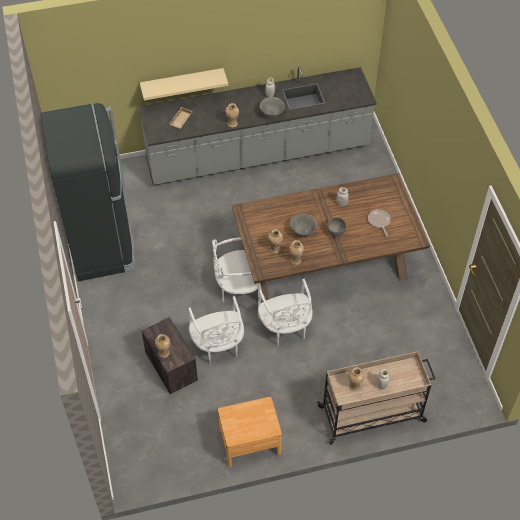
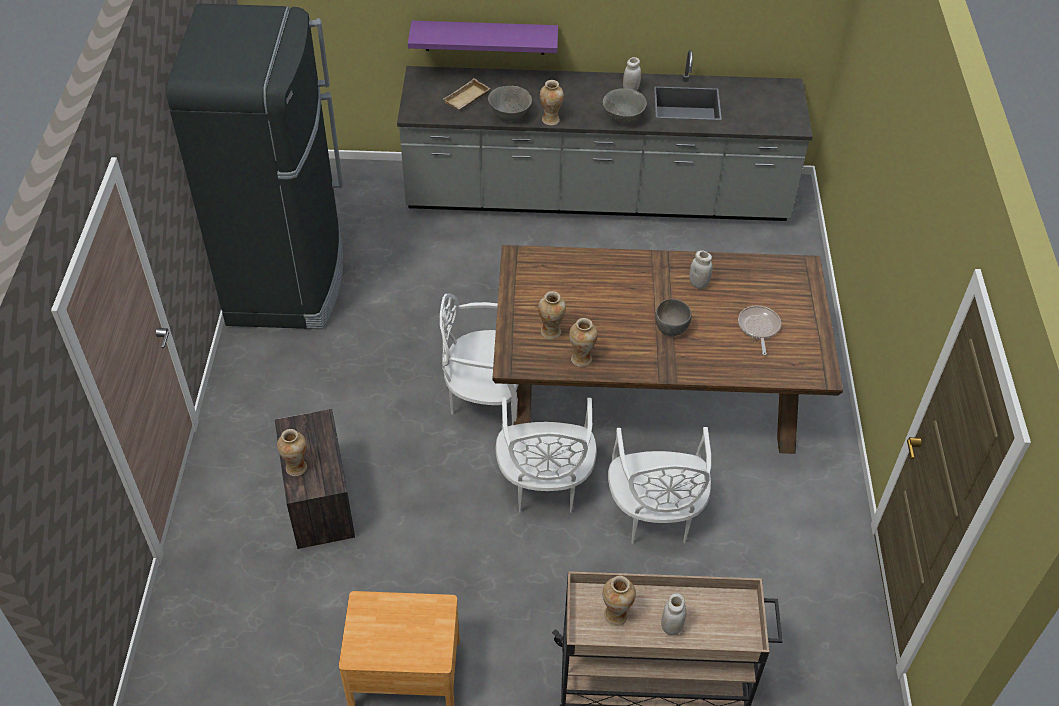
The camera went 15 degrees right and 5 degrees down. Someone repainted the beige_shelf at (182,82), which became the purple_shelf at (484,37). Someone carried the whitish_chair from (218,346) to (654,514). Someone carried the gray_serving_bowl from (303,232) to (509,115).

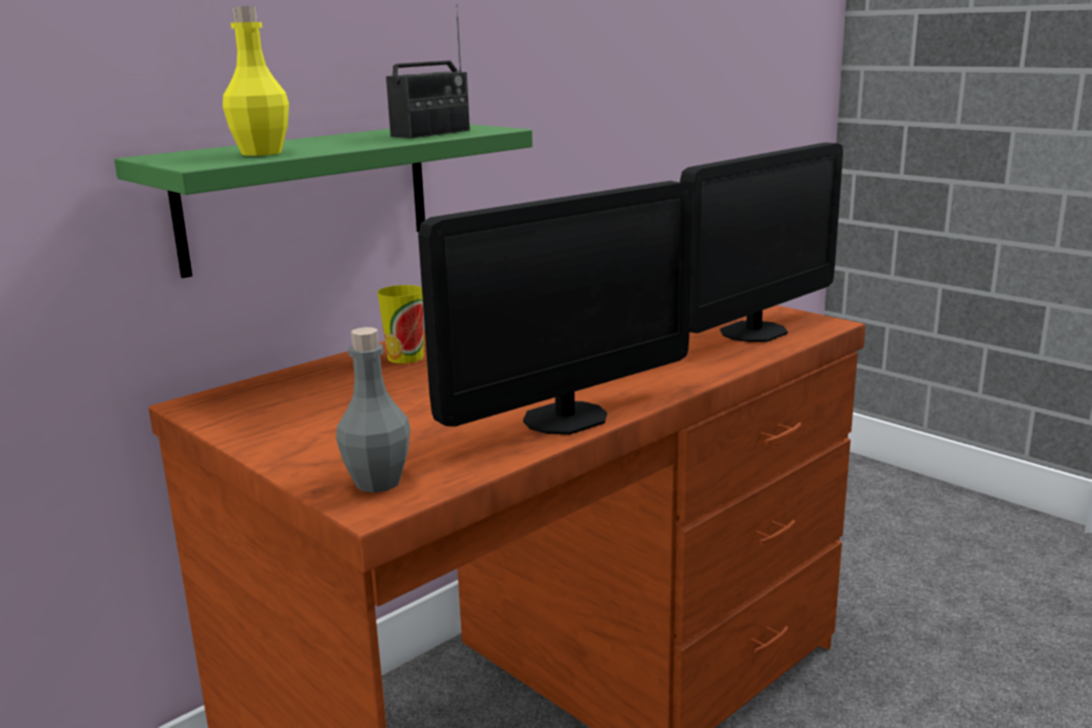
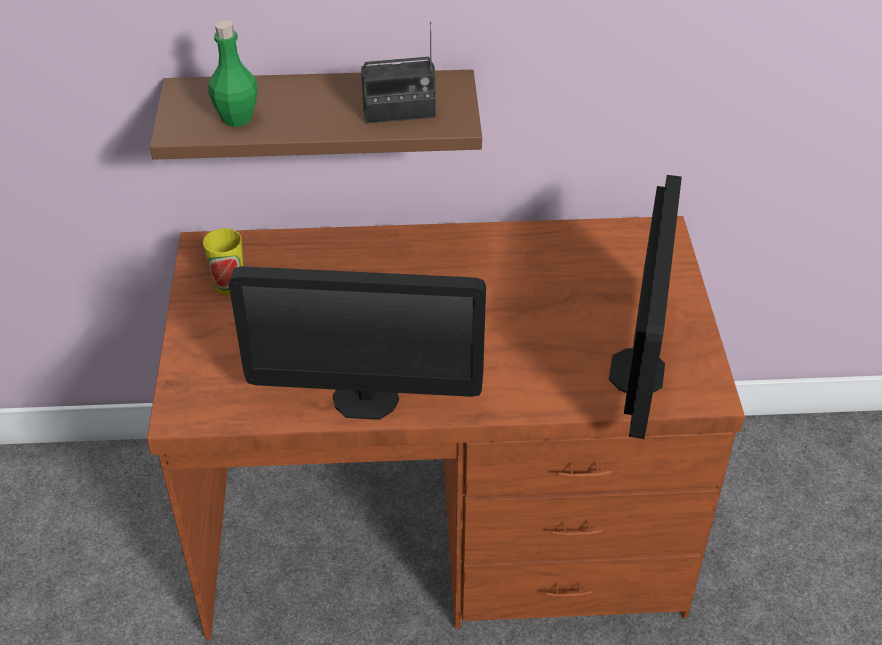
The camera went 40 degrees right and 25 degrees up. Someone repainted the green_shelf at (307,196), which became the brownish_shelf at (322,113). Someone repainted the yellow_bottle at (261,153), which became the green_bottle at (237,118). Someone took away the gray_bottle at (378,482). Someone carried the small_cup from (405,357) to (229,284). Someone rotated the computer_screen at (753,332) by 75 degrees counterclockwise.

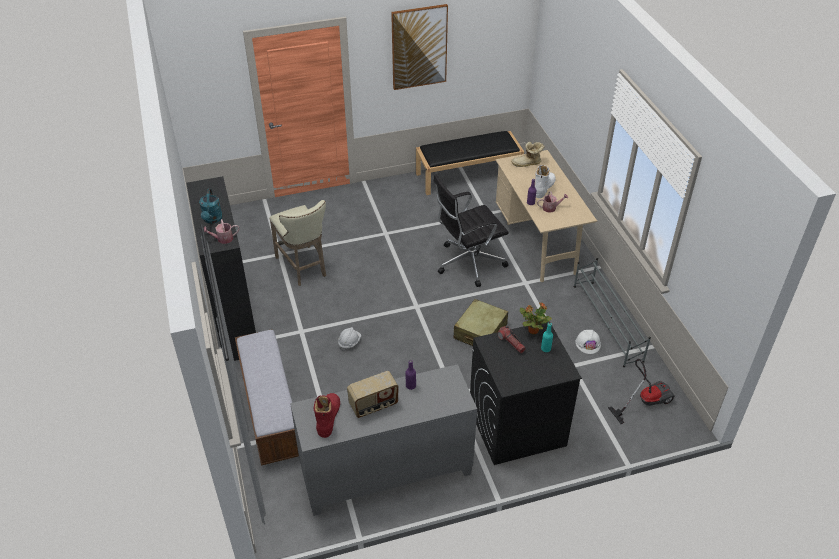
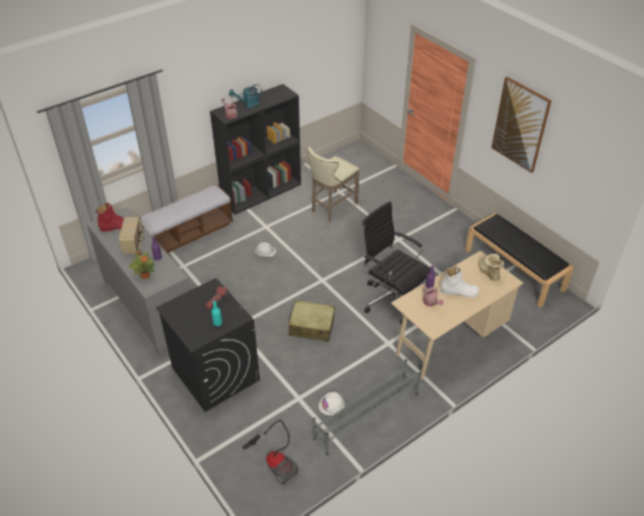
The camera went 70 degrees right and 0 degrees up. Someone rotated the radio_receiver at (373,405) by 135 degrees counterclockwise. Someone carried the plant_in_a_pot from (533,330) to (145,275).

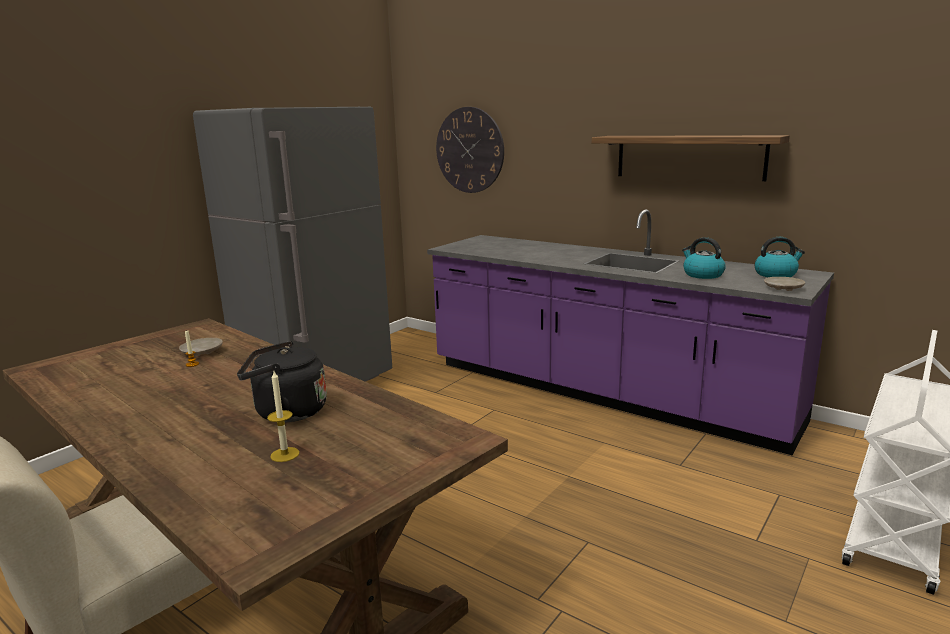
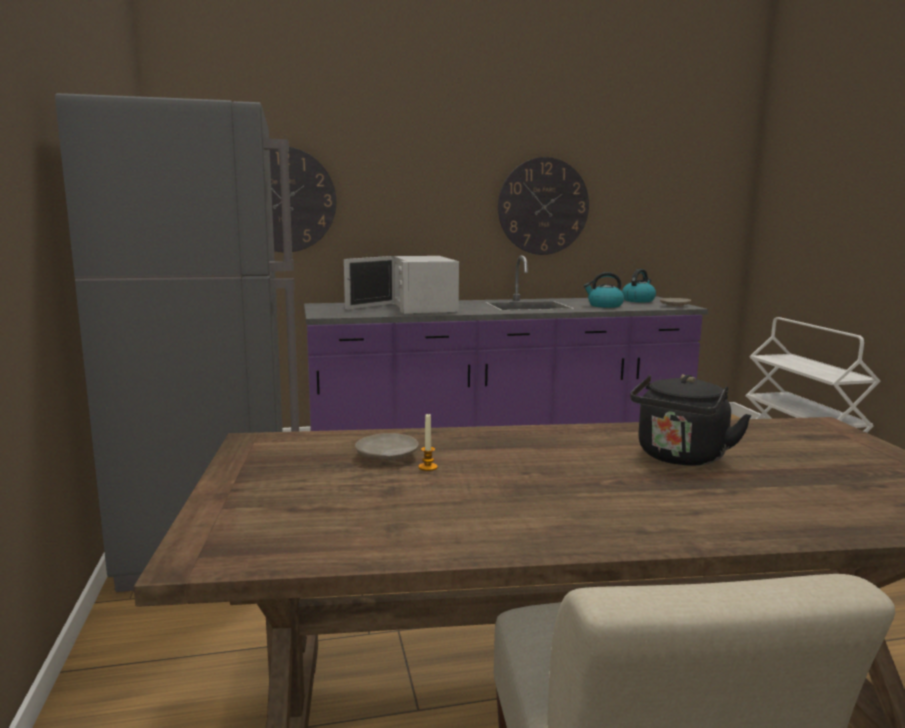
The camera went 50 degrees left and 5 degrees down. Someone took away the candle at (285,454). Someone swapped the shelf at (689,157) for the wall_clock at (543,206). Someone put down the whitish_microwave at (418,308).

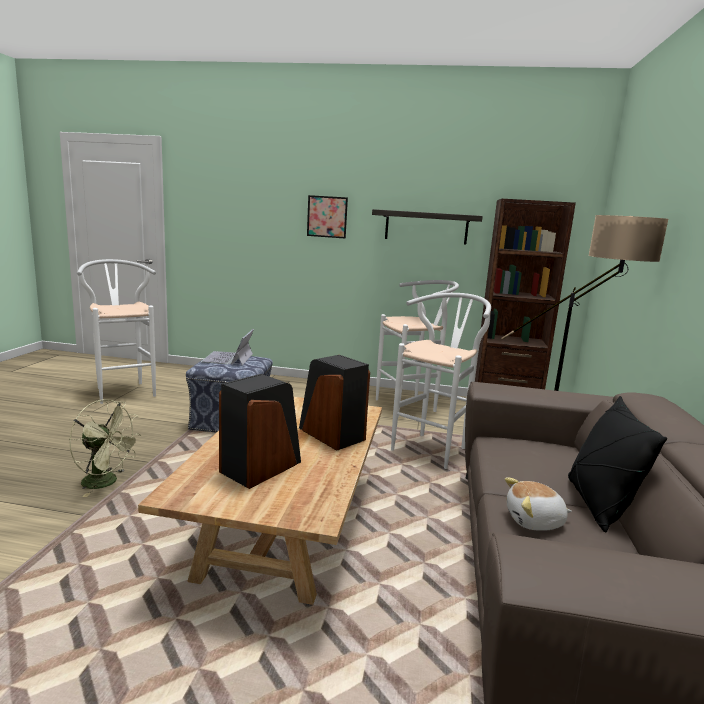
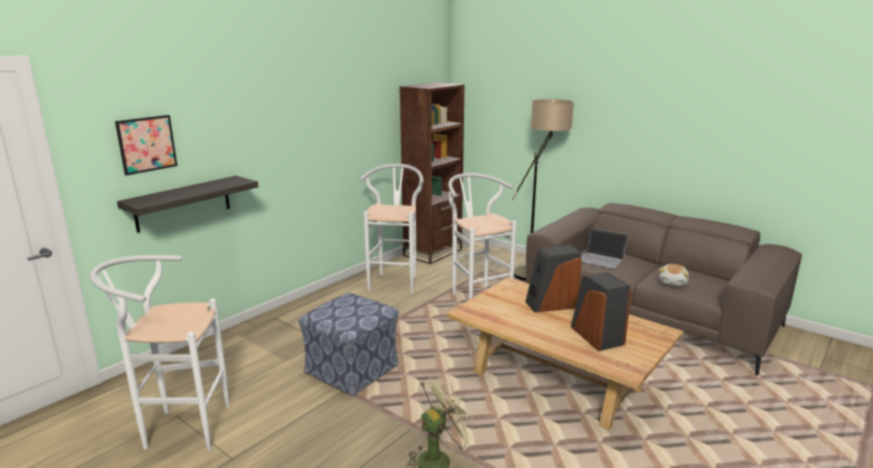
The camera went 60 degrees left and 5 degrees up. Someone carried the laptop from (228,358) to (602,258). Someone carried the picture from (327,216) to (147,144). Someone carried the shelf from (426,227) to (183,203). Someone took away the black_pillow at (598,505).

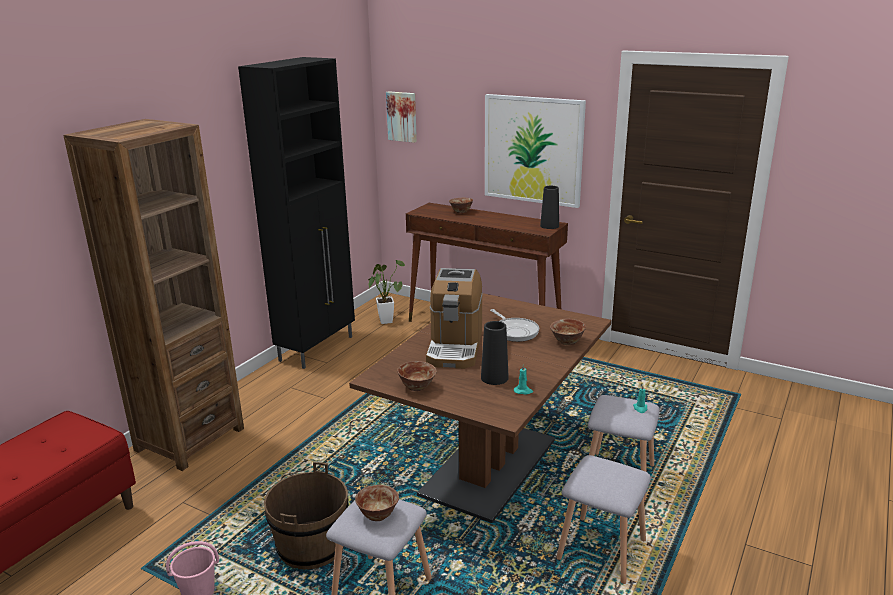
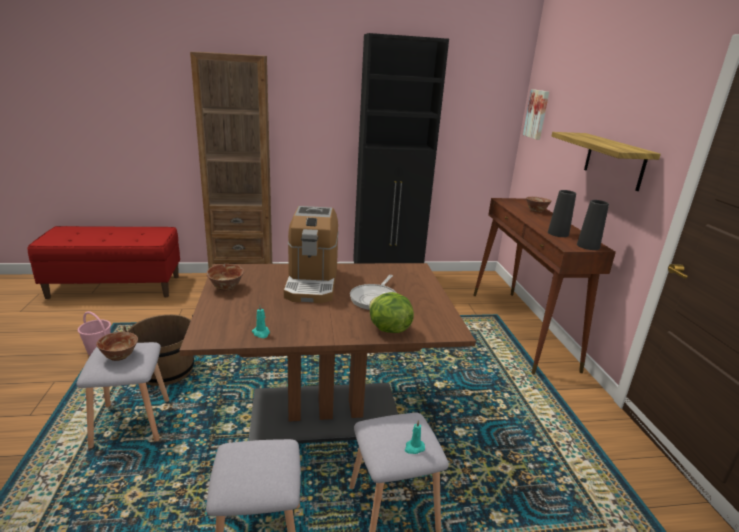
The camera went 50 degrees right and 0 degrees up. Someone took away the plant_in_a_pot at (385,319). Someone rotated the coffee_maker at (455,347) by 60 degrees counterclockwise. Someone carried the black_vase from (494,378) to (558,233). Someone swapped the picture at (533,150) for the shelf at (614,161). Someone swapped the serving_bowl at (567,342) for the lettuce at (388,329).

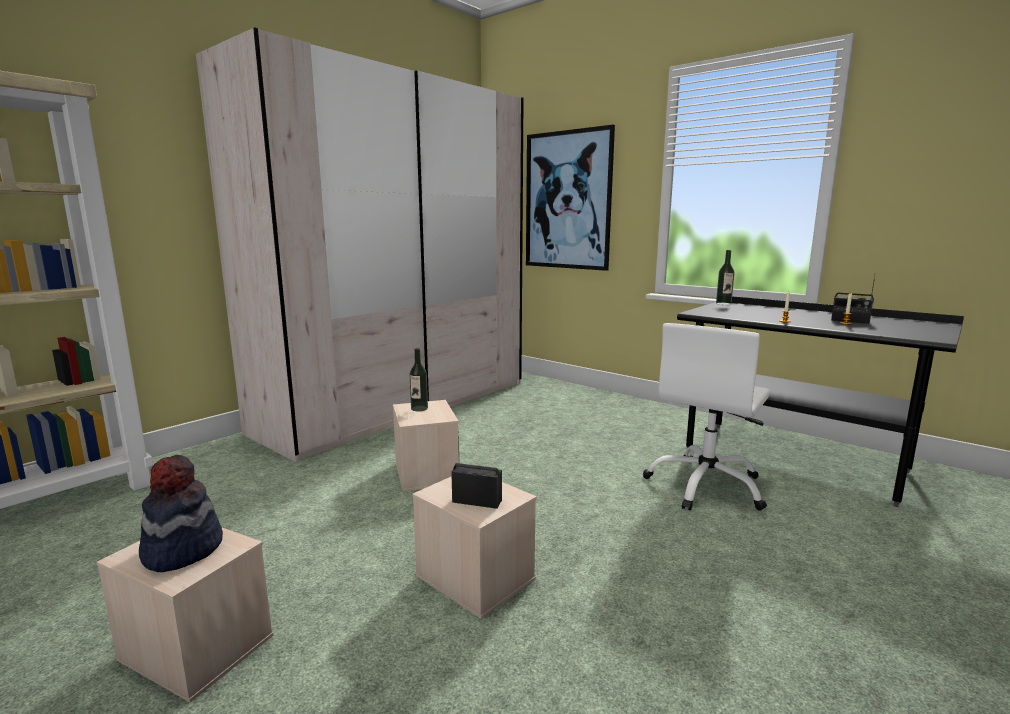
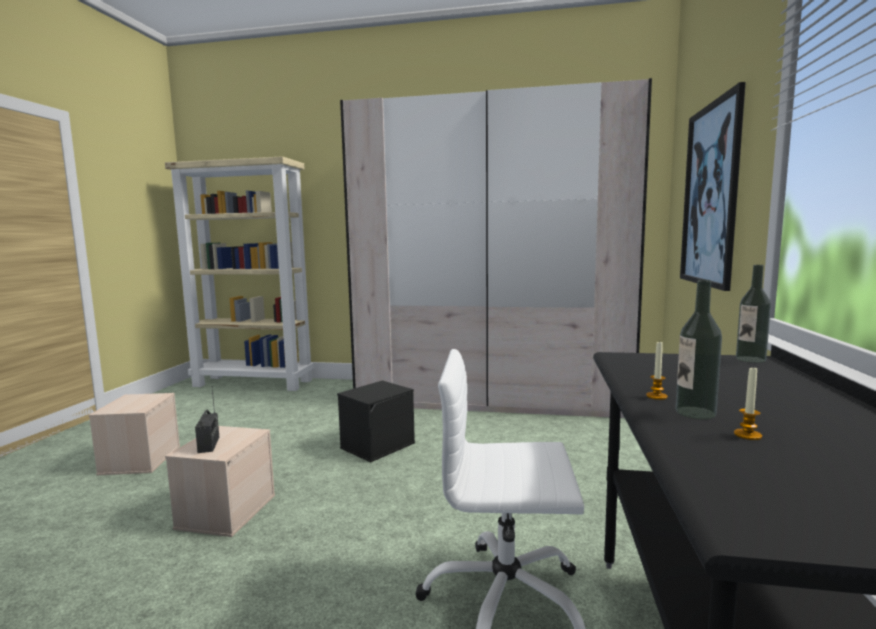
The camera went 60 degrees right and 5 degrees down. Someone took away the clothing_hat at (182,550). Someone repainted the beige_storage_bin at (425,472), which became the black_storage_bin at (377,445). Someone carried the bottle from (419,408) to (695,413). Someone took away the radio_receiver at (850,321).

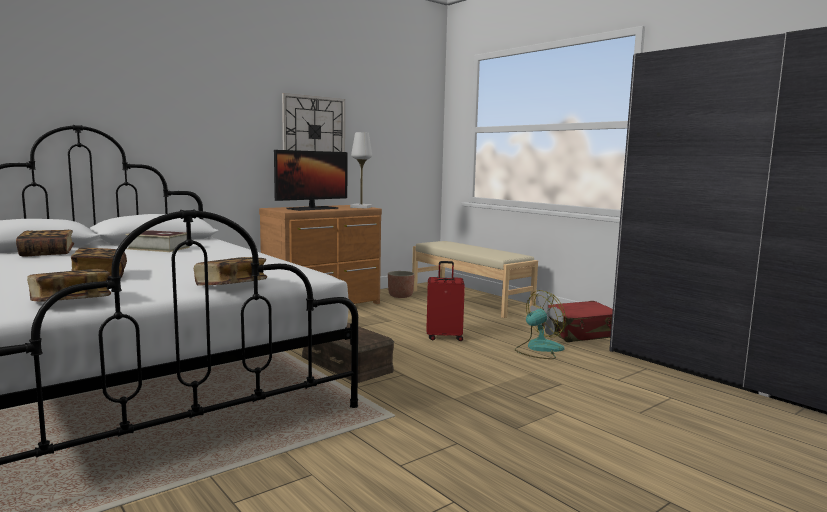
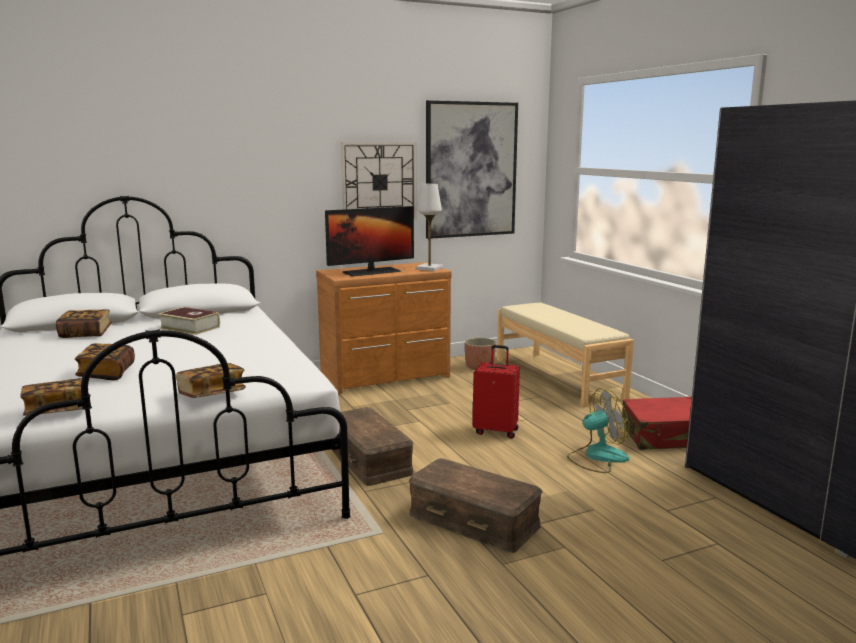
The camera went 15 degrees right and 5 degrees up. Someone put down the brownish_storage_bin at (474,520). Someone put up the picture at (471,170).

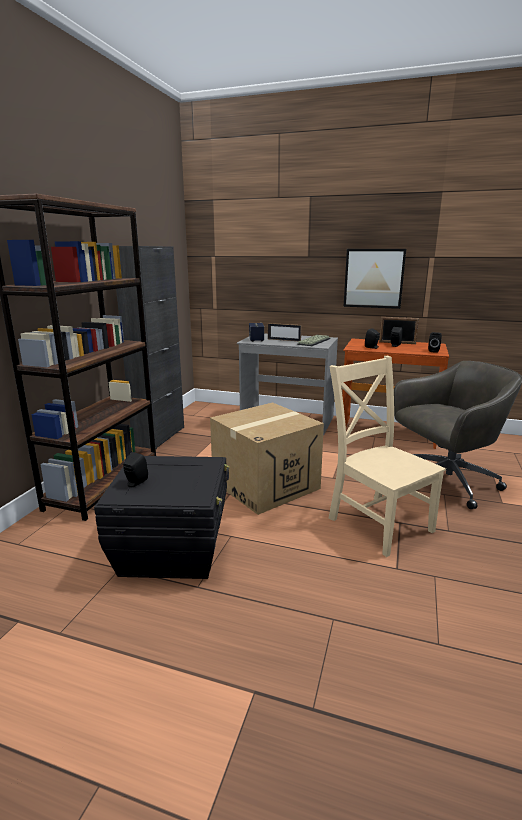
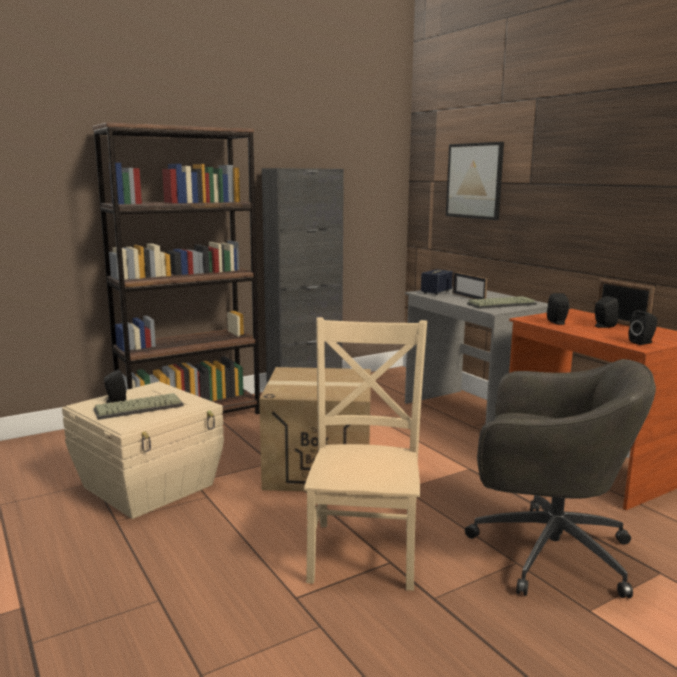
The camera went 40 degrees right and 5 degrees down. Someone repainted the black_storage_bin at (173,548), which became the beige_storage_bin at (150,486). Someone carried the picture from (373,278) to (474,181). Someone put down the computer_keyboard at (139,407).

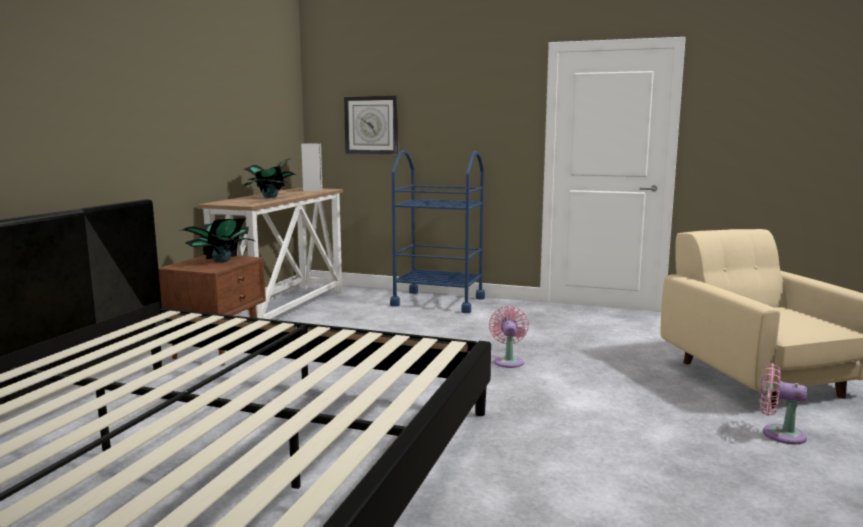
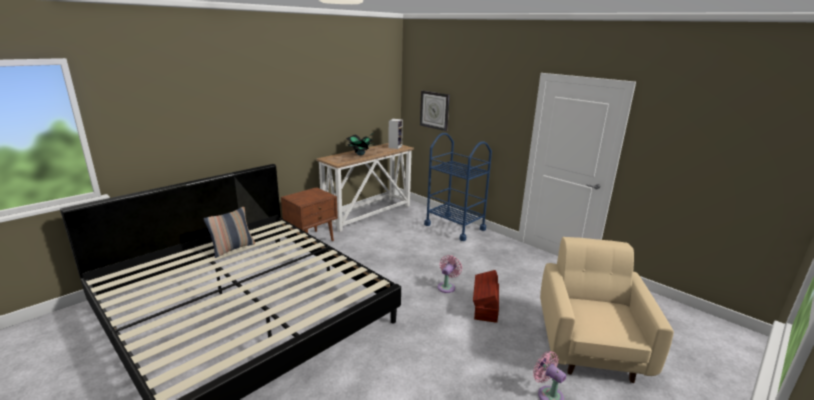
The camera went 25 degrees right and 10 degrees up. Someone took away the plant_in_a_pot at (220,261). Someone put down the pillow at (232,248). Someone put down the brownish_storage_bin at (485,307).

